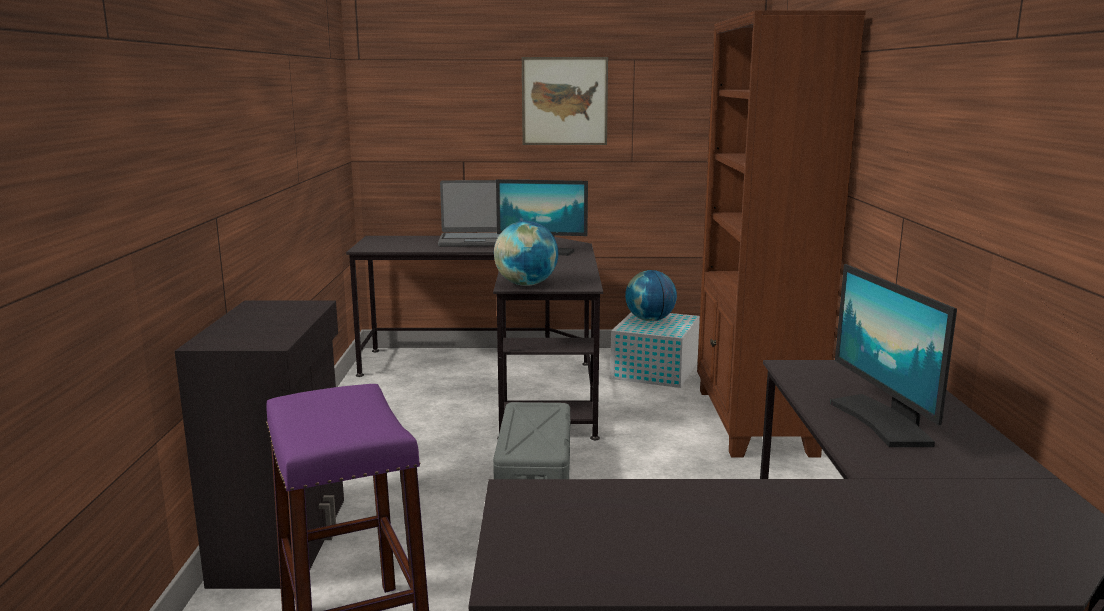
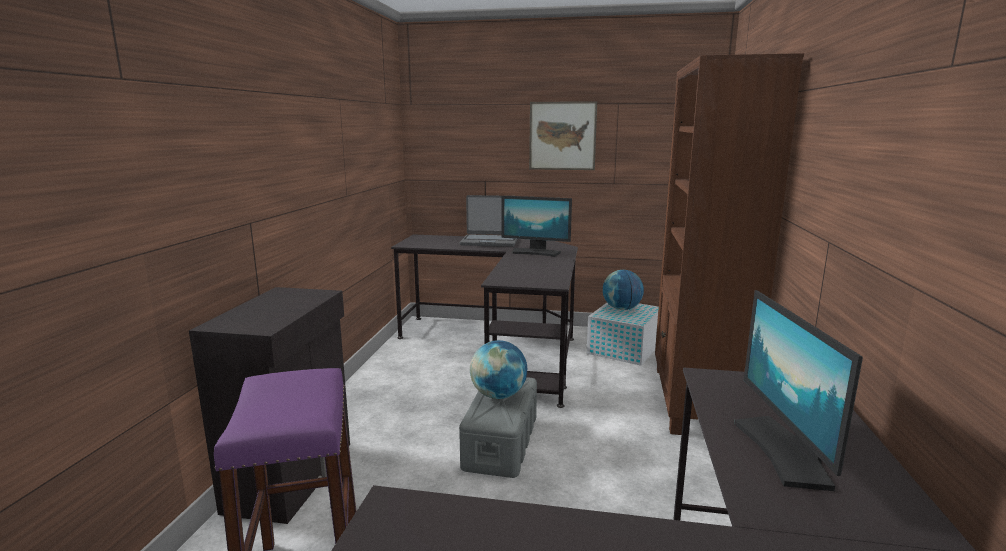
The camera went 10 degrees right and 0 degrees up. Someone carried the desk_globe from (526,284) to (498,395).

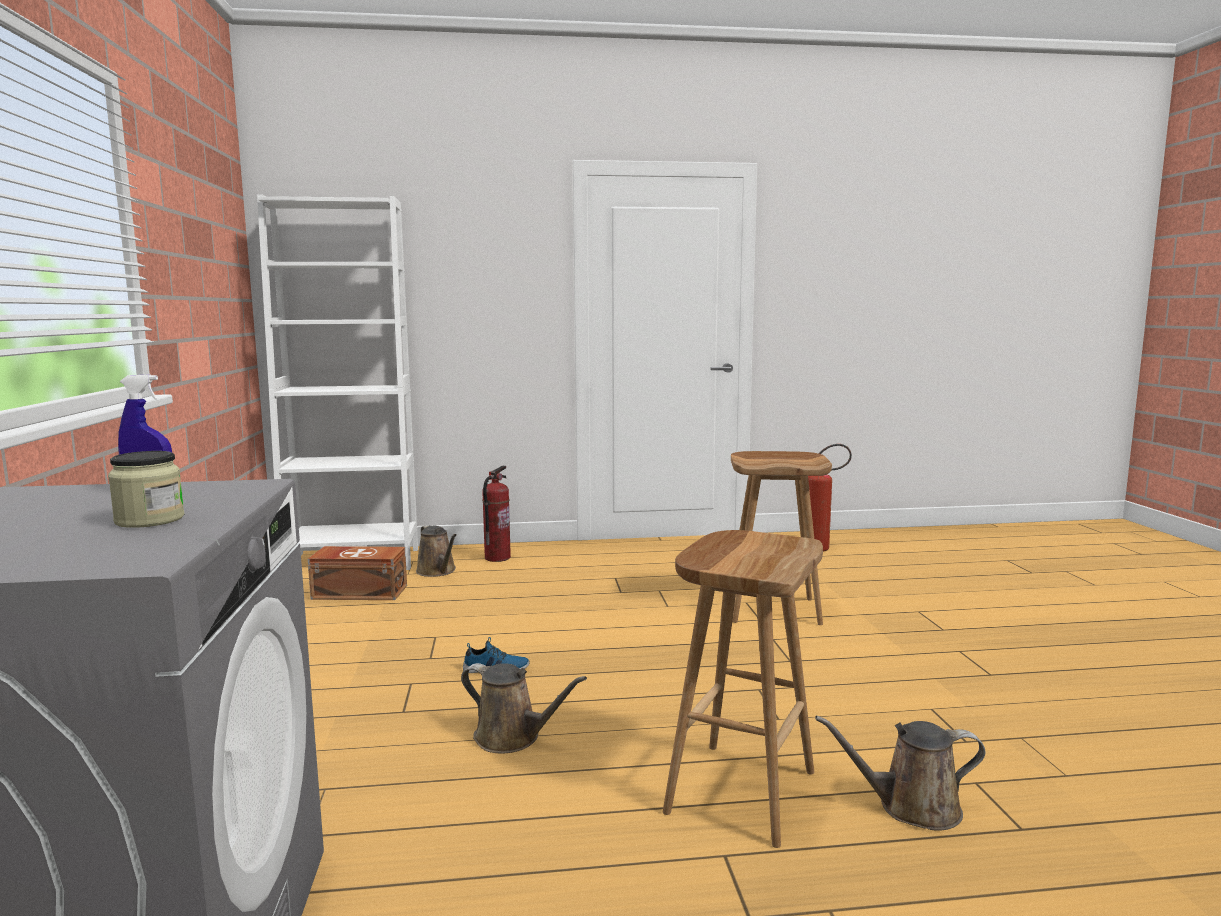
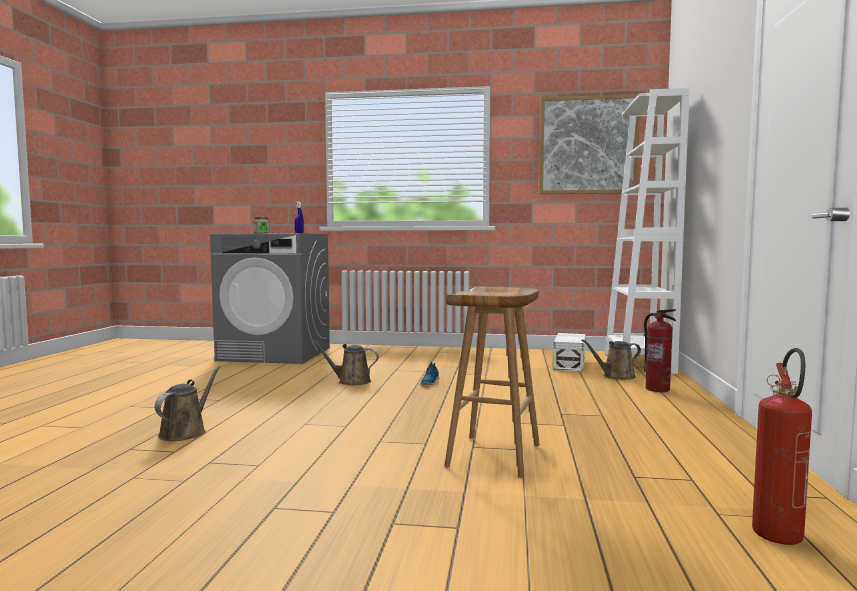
The camera went 105 degrees right and 5 degrees down. Someone repainted the brownish_storage_bin at (359,592), which became the whitish_storage_bin at (570,364). Someone rotated the brownish_watering_can at (512,737) by 60 degrees clockwise. Someone took away the brownish_stool_seat at (740,790). Someone put up the picture at (588,145).

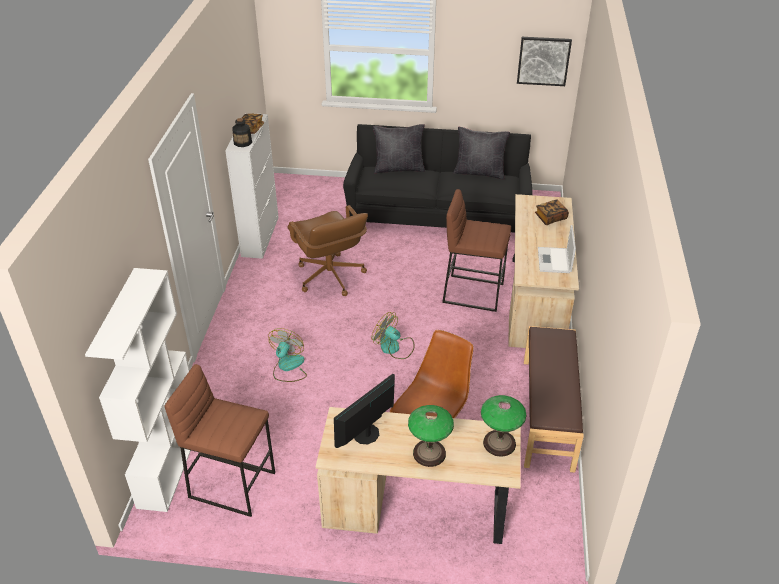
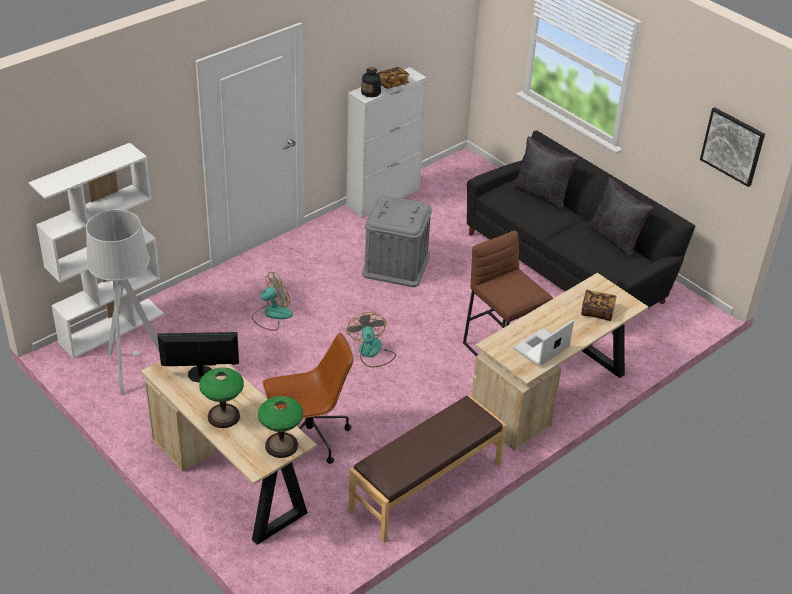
The camera went 40 degrees right and 0 degrees up. Someone swapped the brownish_stool_seat at (233,484) for the gray_standing_lamp at (133,370). Someone swapped the brownish_office_chair at (330,277) for the gray_storage_bin at (396,264).

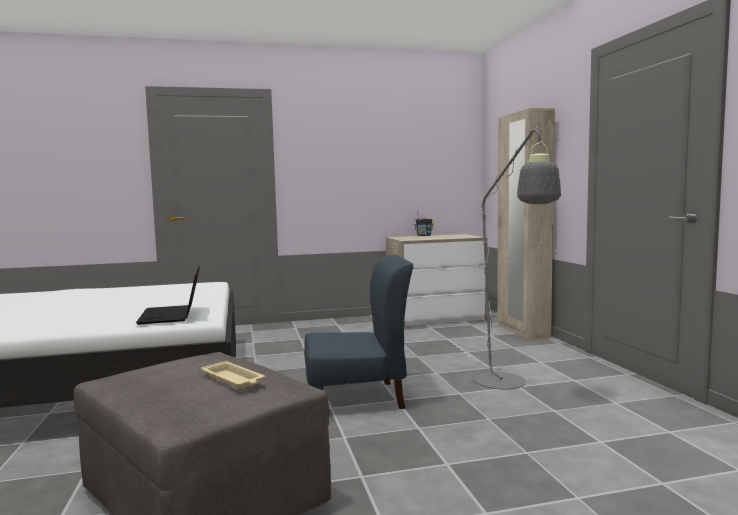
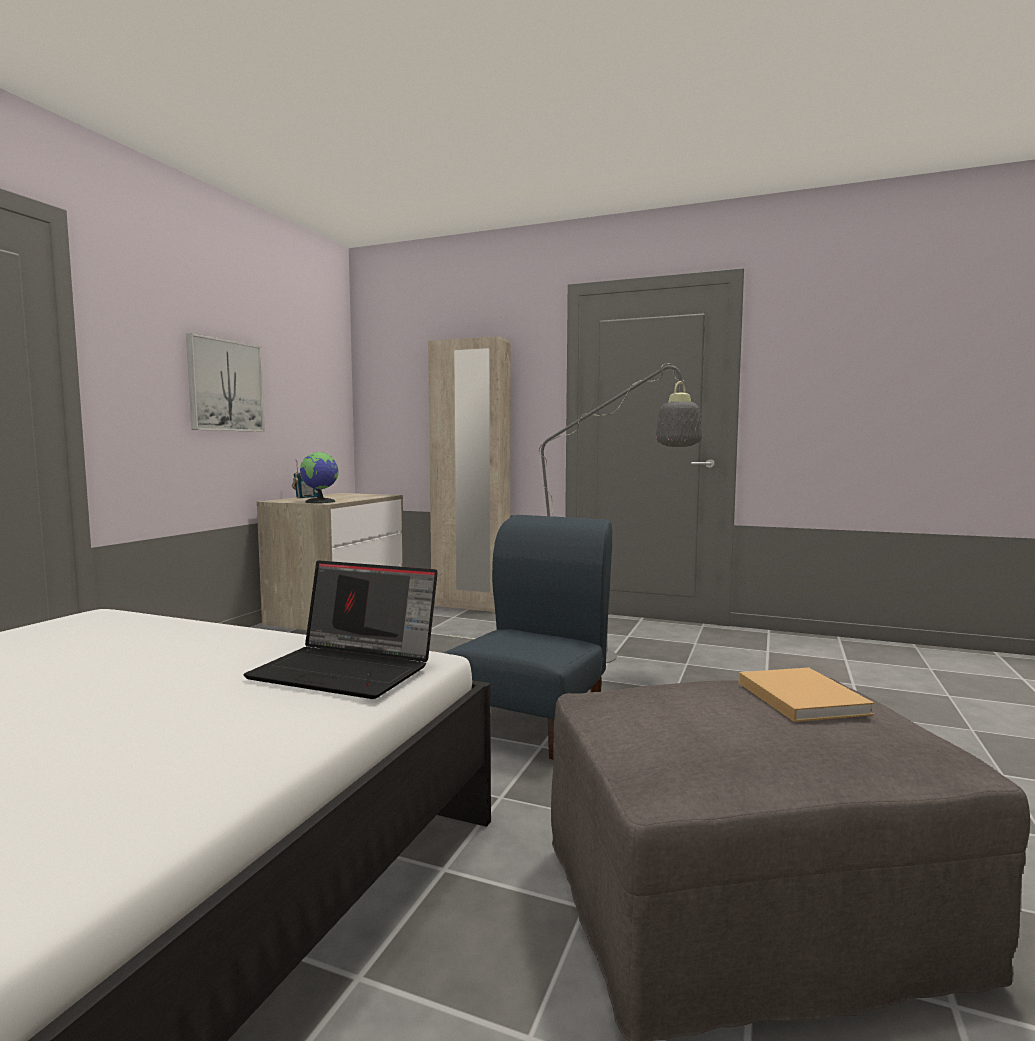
The camera went 55 degrees left and 0 degrees up. Someone swapped the beige_carrying_tray at (233,379) for the beige_volume at (799,696). Someone put up the picture at (225,386). Someone put down the desk_globe at (320,501).

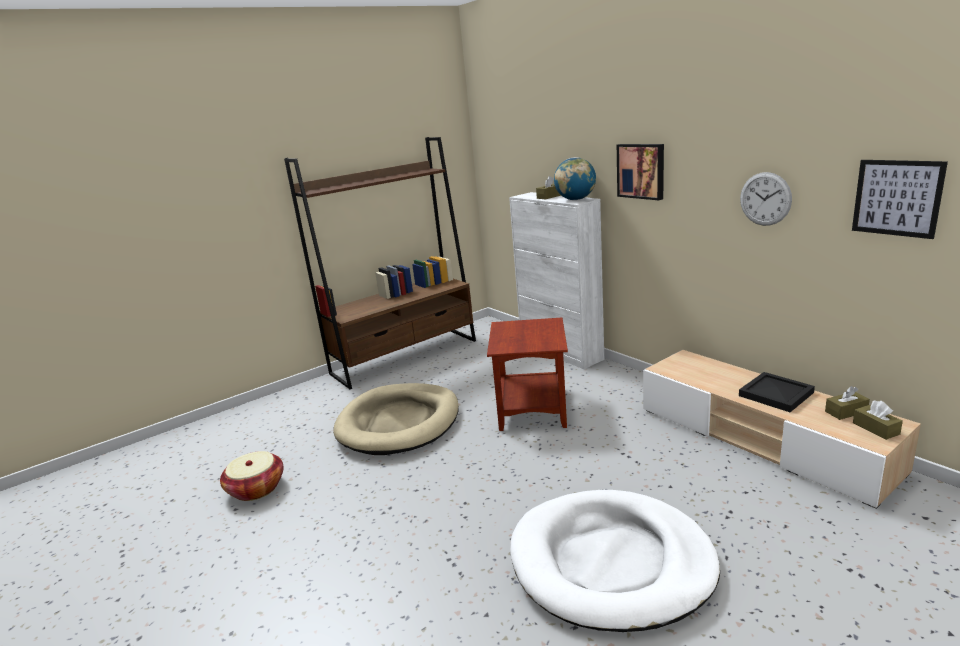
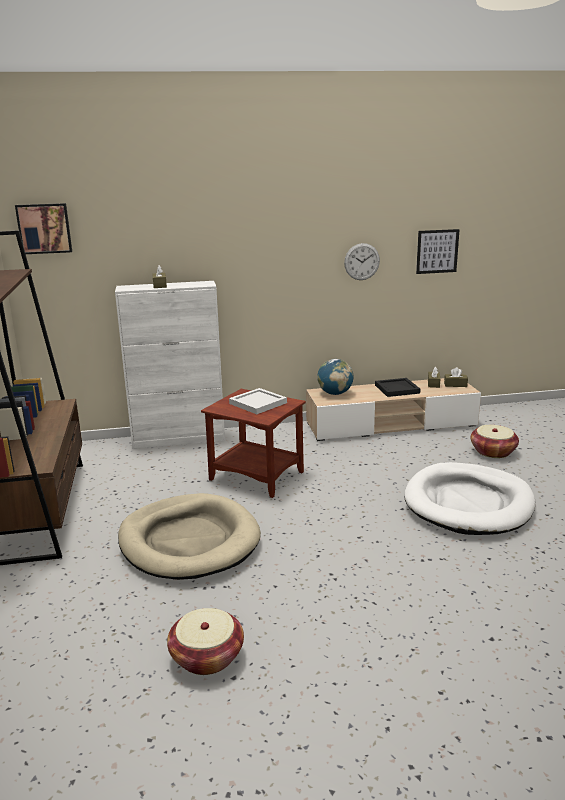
The camera went 65 degrees left and 0 degrees up. Someone carried the desk_globe from (575,199) to (335,393). Someone carried the picture from (641,171) to (44,228). Someone put down the whitish_carrying_tray at (257,403). Someone put down the household_basket at (493,452).

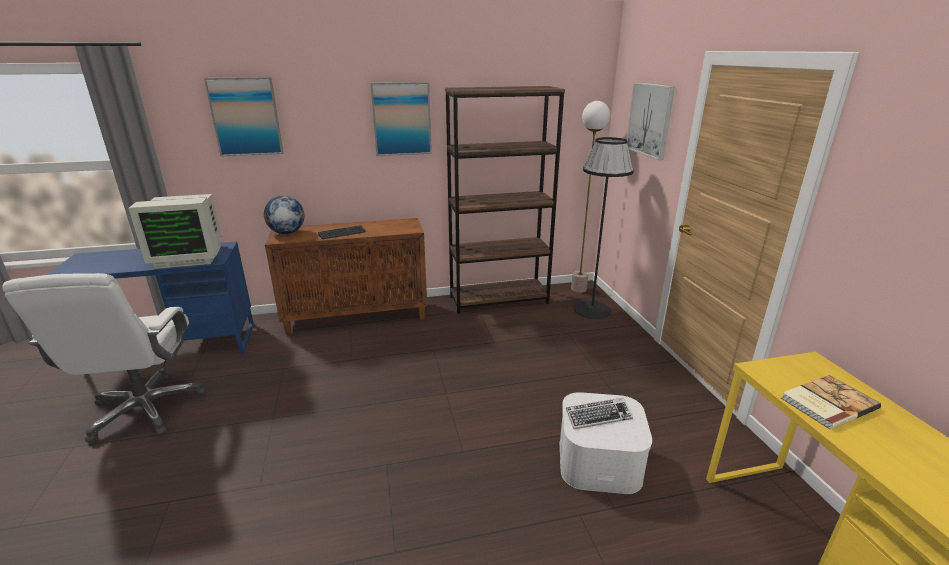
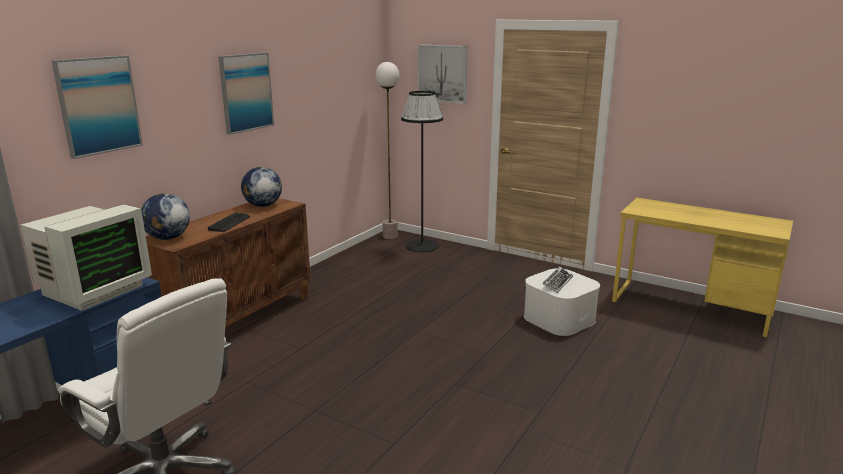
The camera went 45 degrees left and 5 degrees down. Someone took away the brownish_shelving_unit at (499,300). Someone took away the volume at (826,403). Someone put down the desk_globe at (262,205).

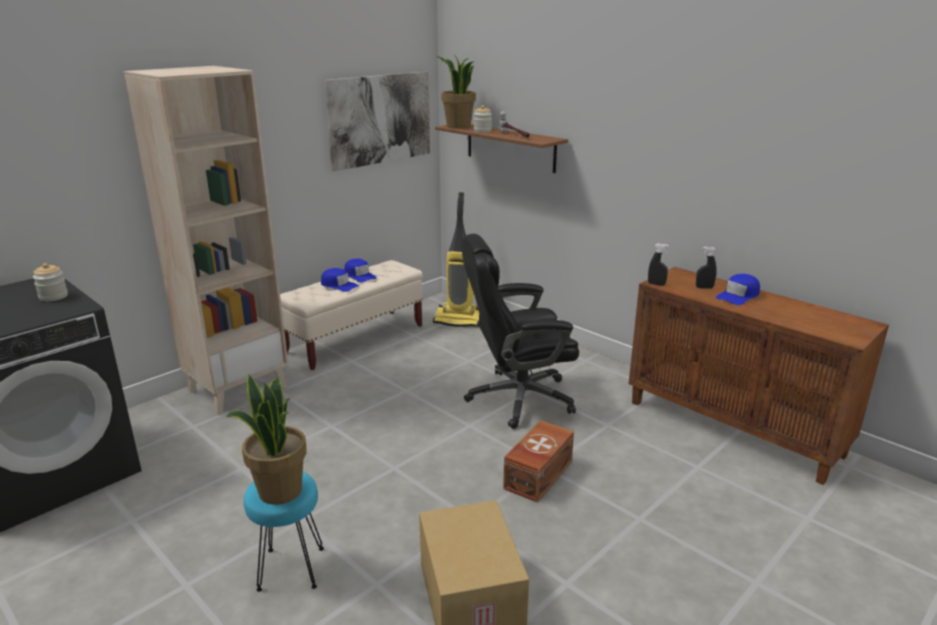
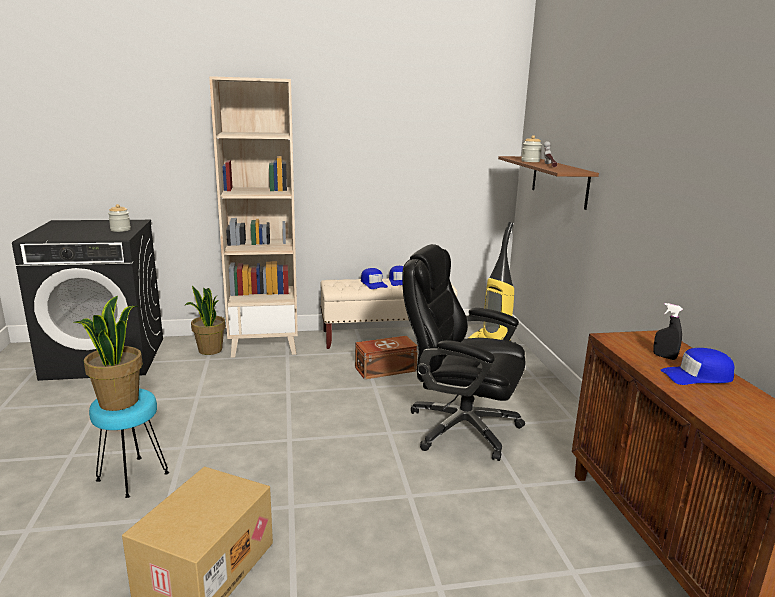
The camera went 35 degrees right and 5 degrees down. Someone took away the picture at (380,119). Someone carried the plant_in_a_pot from (458,126) to (209,350). Someone carried the brownish_storage_bin from (536,475) to (384,369). Someone took away the black_sprayer at (656,284).

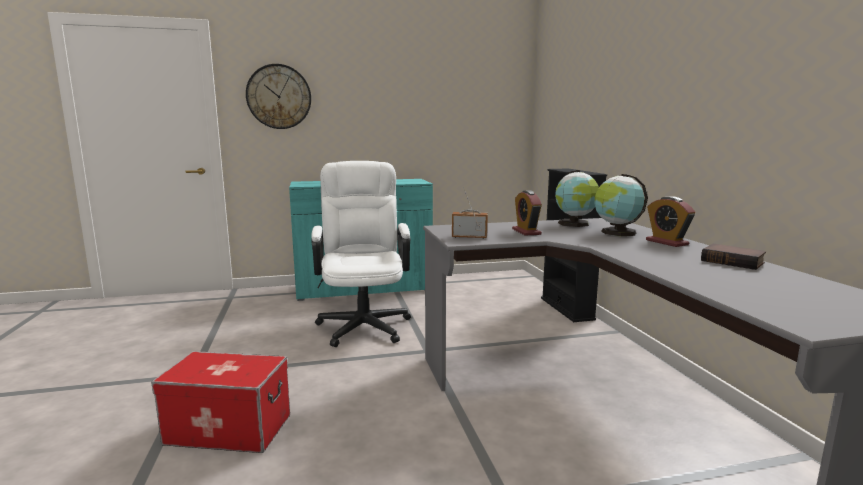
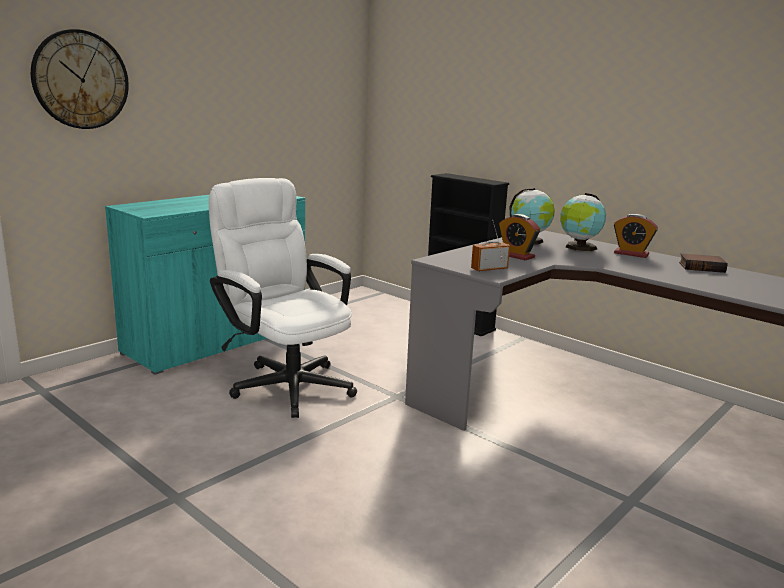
The camera went 35 degrees left and 5 degrees up. Someone took away the storage_bin at (228,430).

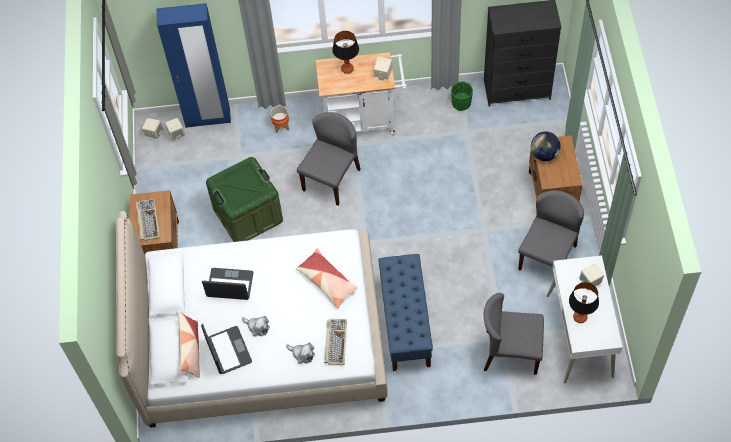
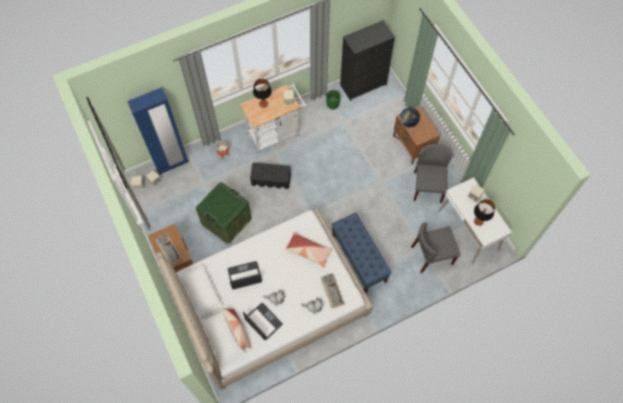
The camera went 25 degrees left and 5 degrees up. Someone swapped the gray_chair at (331,179) for the black_storage_bin at (271,179).

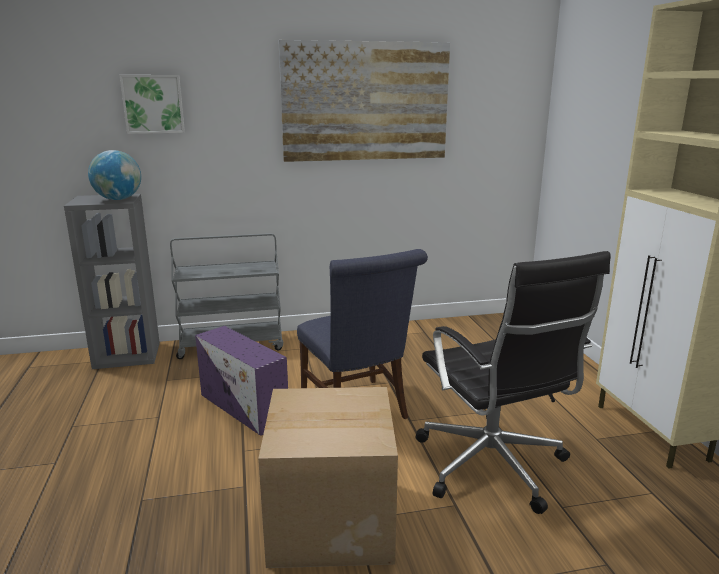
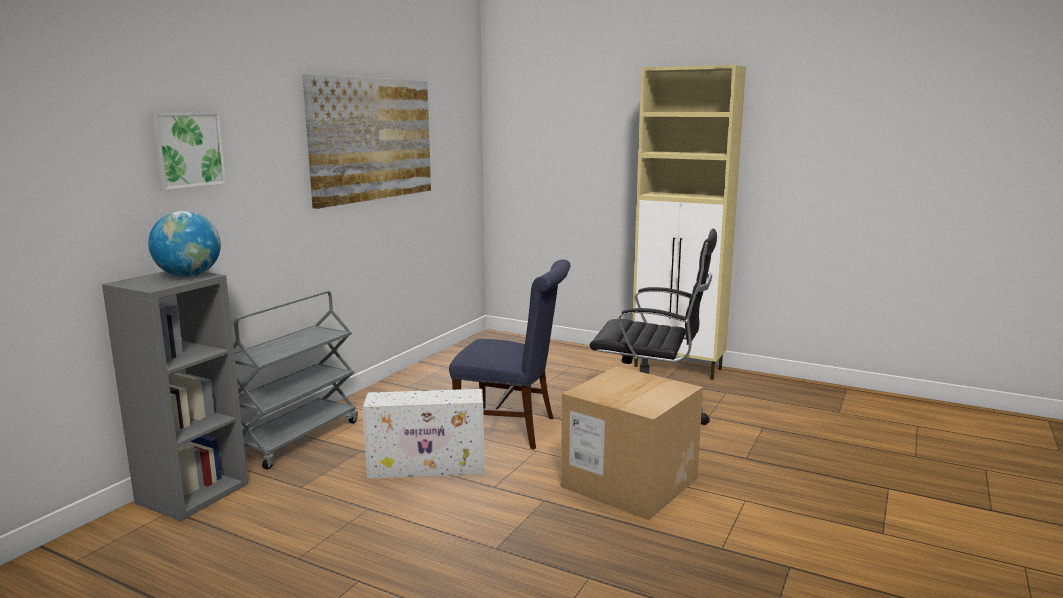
The camera went 50 degrees left and 5 degrees down. Someone repainted the purple_storage_bin at (244,408), which became the whitish_storage_bin at (428,467).

